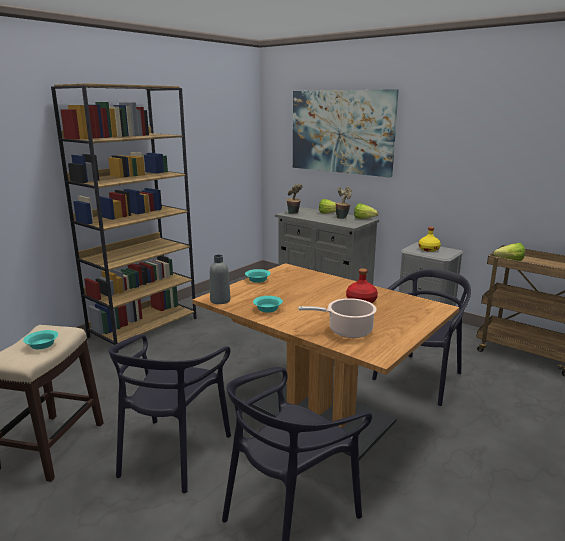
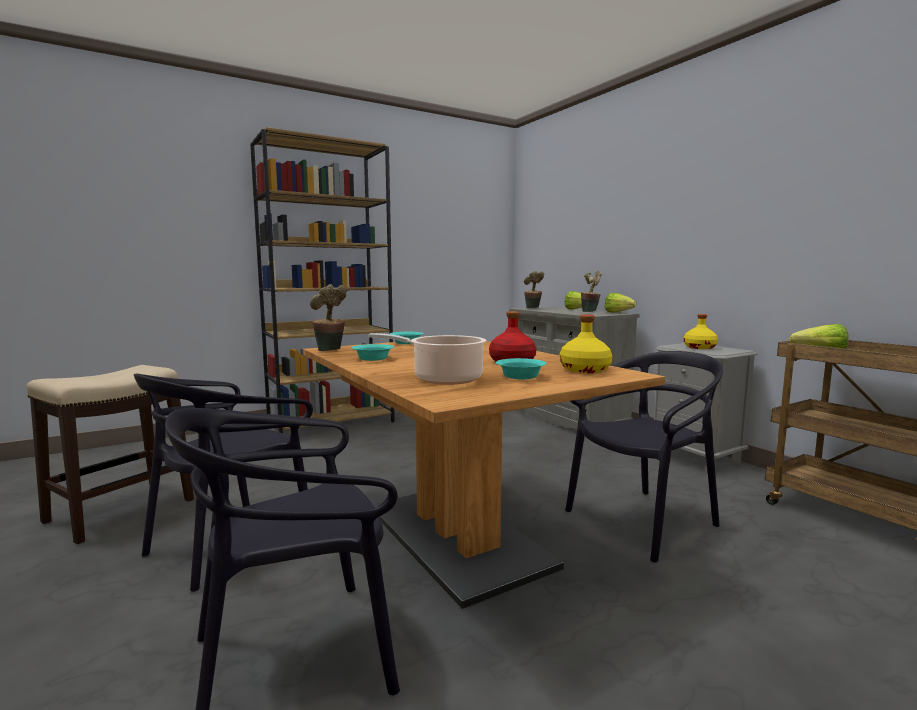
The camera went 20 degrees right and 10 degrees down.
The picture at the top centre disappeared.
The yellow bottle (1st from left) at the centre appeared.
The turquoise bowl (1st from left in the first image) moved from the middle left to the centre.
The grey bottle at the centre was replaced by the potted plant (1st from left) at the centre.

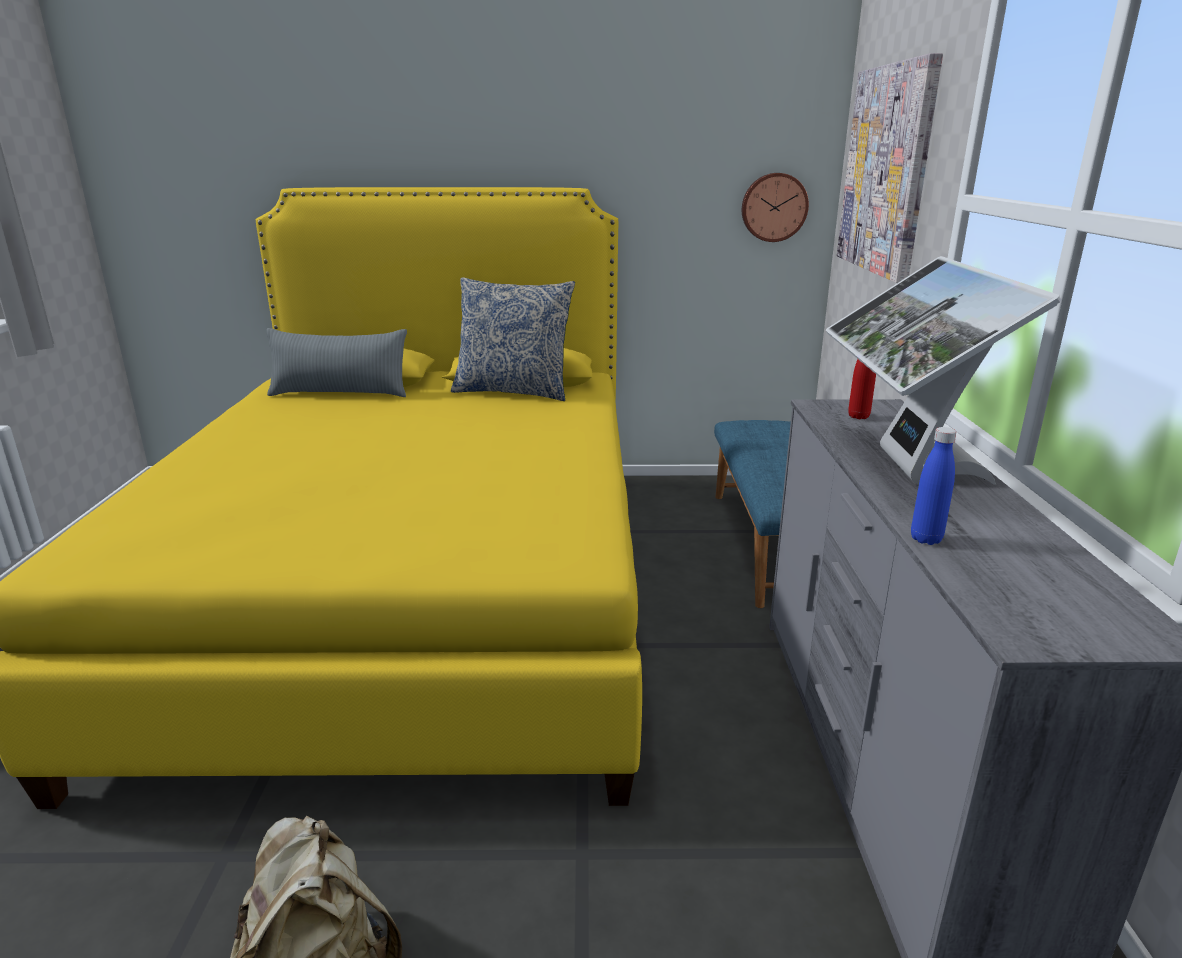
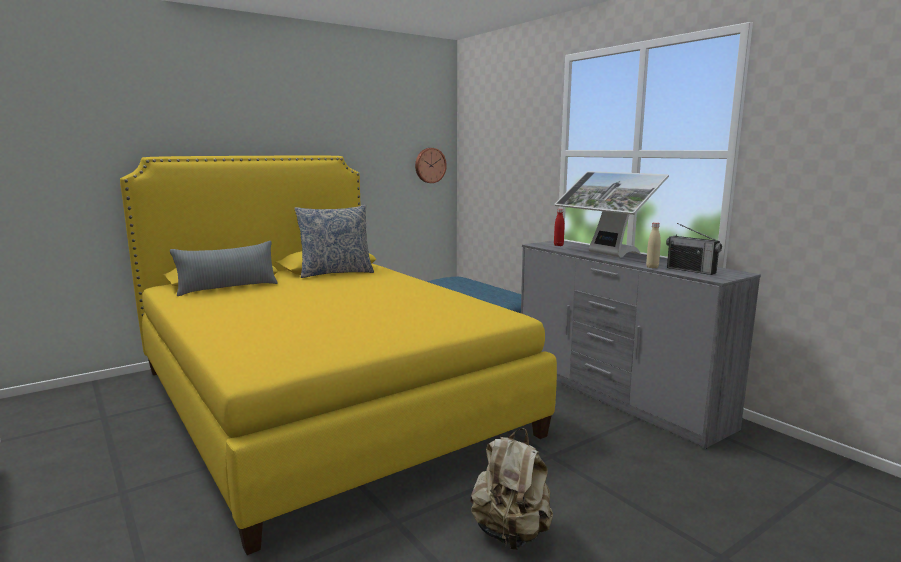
The camera went 35 degrees left and 10 degrees down.
The picture at the top right disappeared.
The radio at the middle right appeared.
The blue bottle at the middle right became the beige bottle at the middle right.

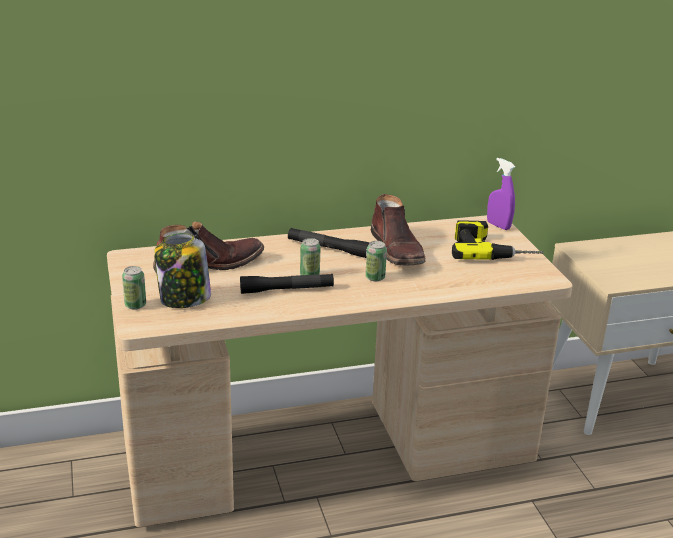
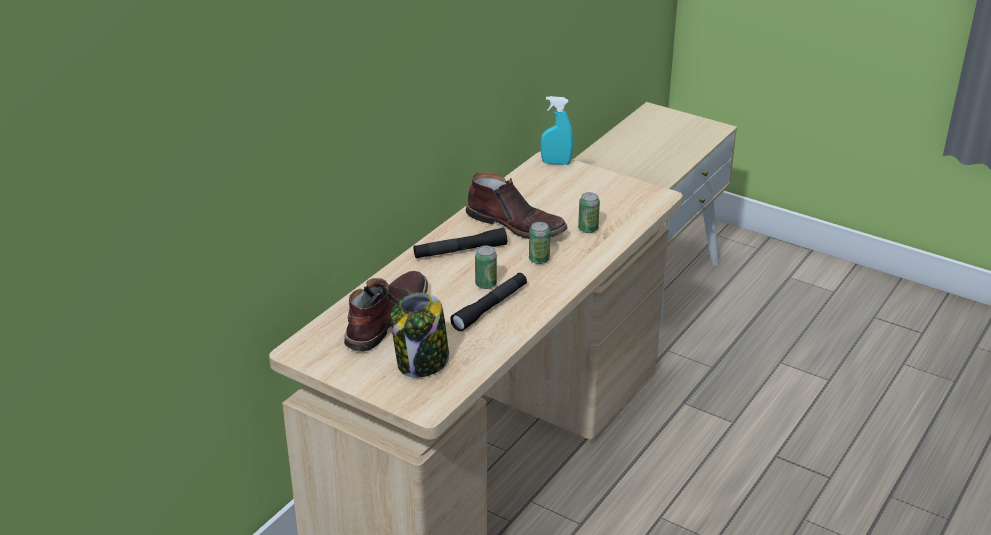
The camera went 40 degrees left and 5 degrees up.
The power drill at the middle right disappeared.
The can (1st from left in the first image) moved from the middle left to the centre.
The purple spray bottle at the middle right became the turquoise spray bottle at the top centre.

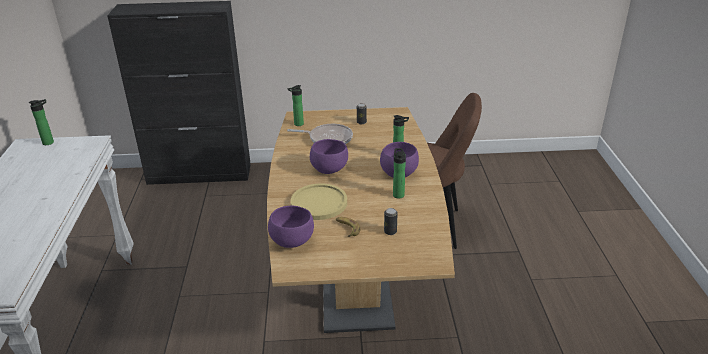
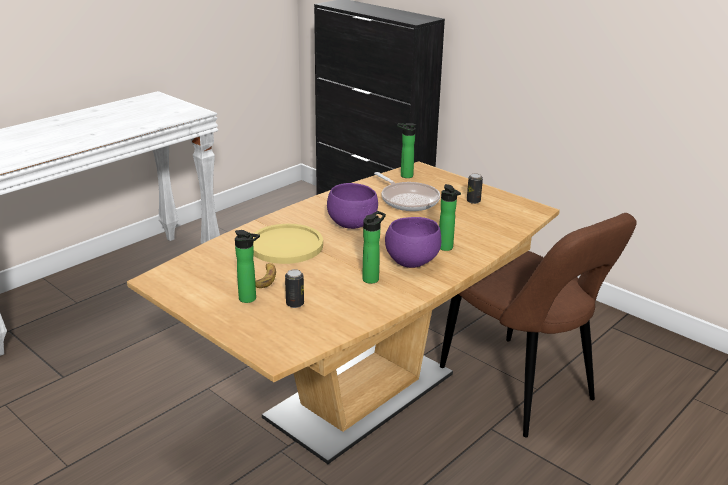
The camera went 45 degrees right and 5 degrees down.
The purple bowl (1st from left) at the centre disappeared.
The bottle (1st from left) moved from the middle left to the centre.

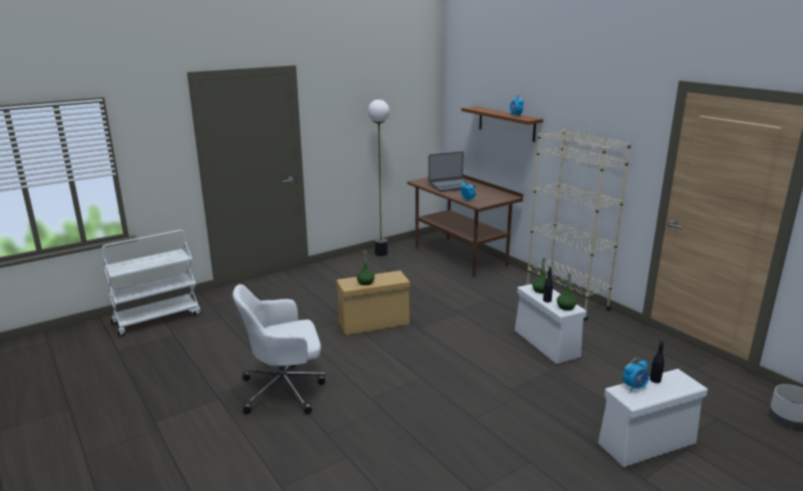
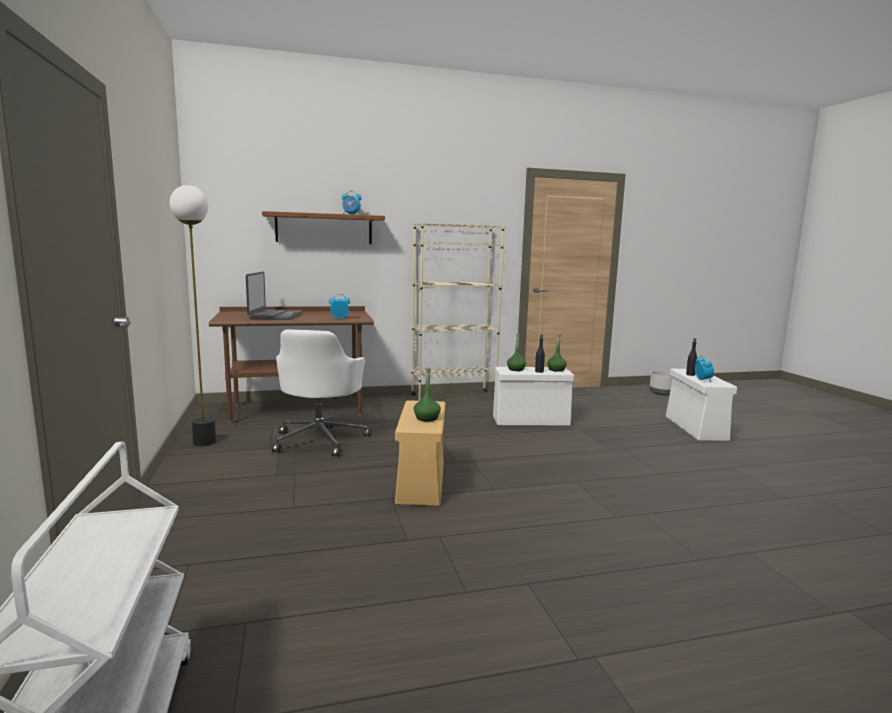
The camera went 70 degrees left and 10 degrees down.
The white office chair moved from the bottom centre to the centre.

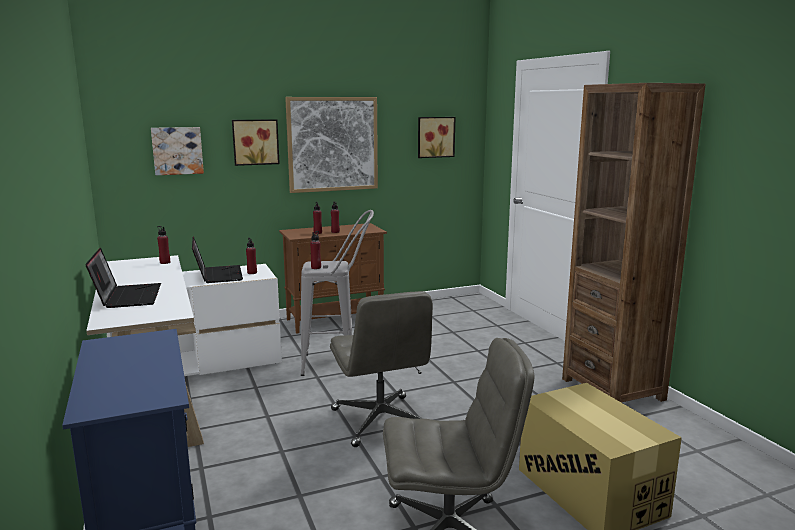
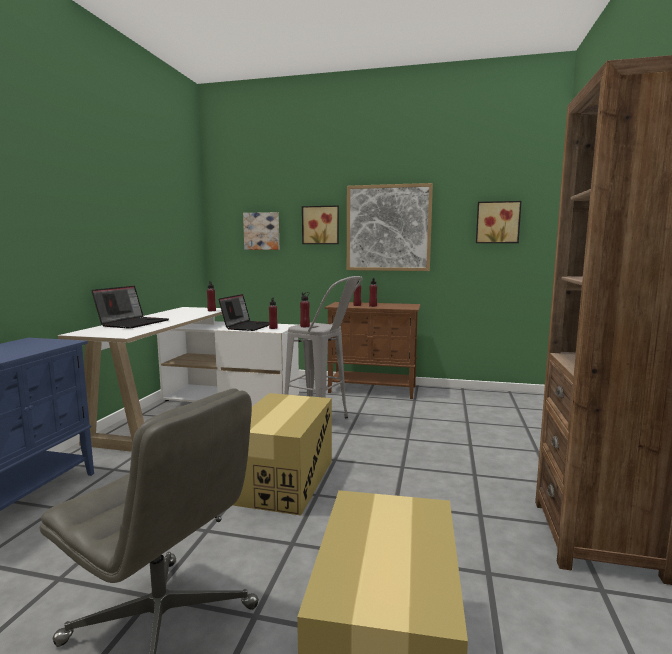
The camera went 35 degrees right and 5 degrees down.
The grey office chair (1st from left) at the bottom centre was replaced by the cardboard box (1st from left) at the bottom centre.

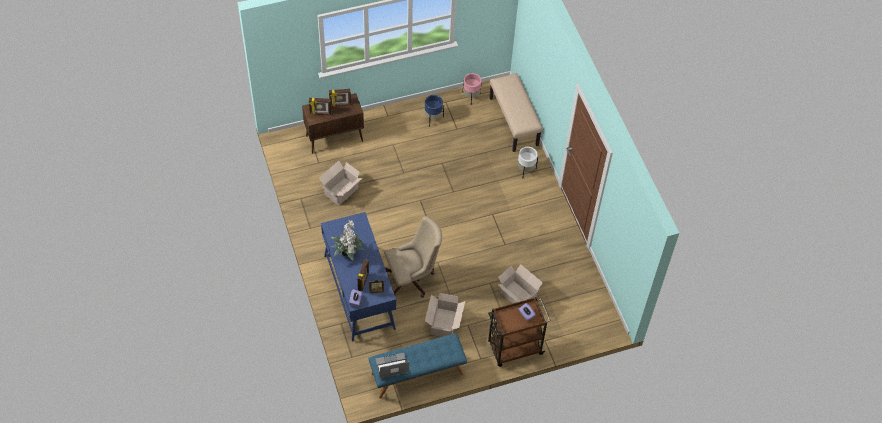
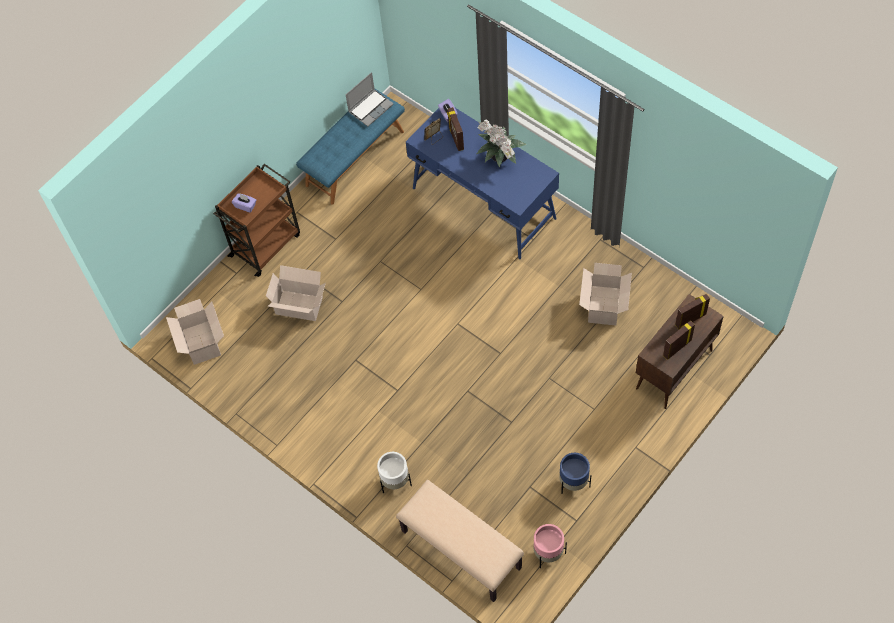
The camera went 155 degrees right and 5 degrees up.
The beige office chair at the centre disappeared.
The cardboard box (2nd from left in the first image) moved from the bottom centre to the middle left.

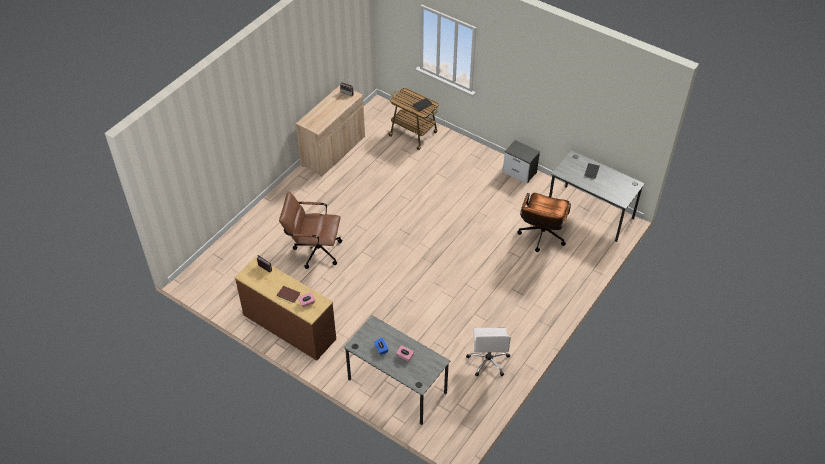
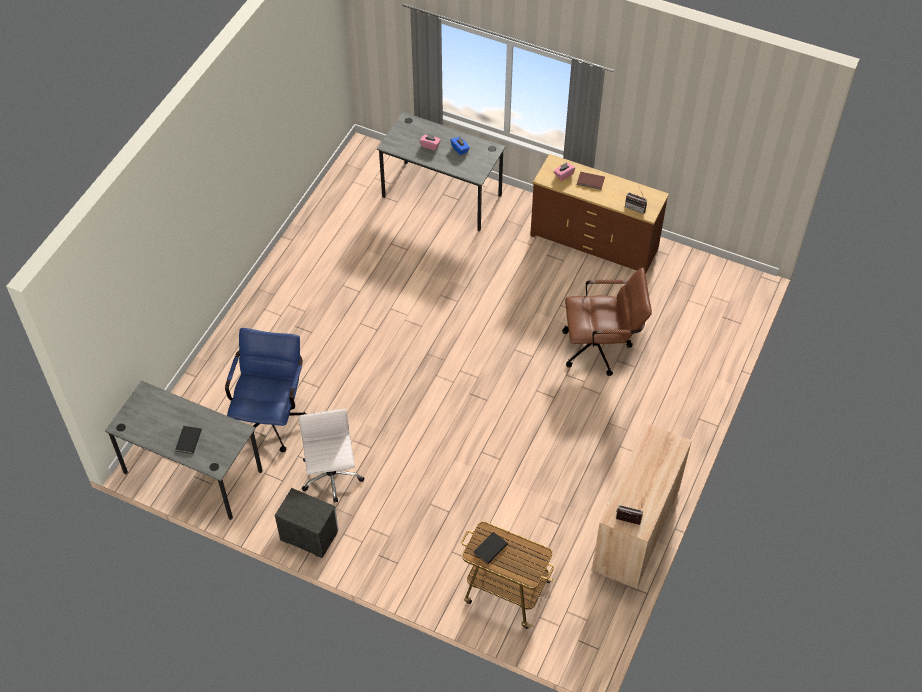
The camera went 170 degrees right and 5 degrees up.
The white office chair moved from the bottom centre to the centre.
The brown office chair (2nd from left) at the centre became the blue office chair at the middle left.

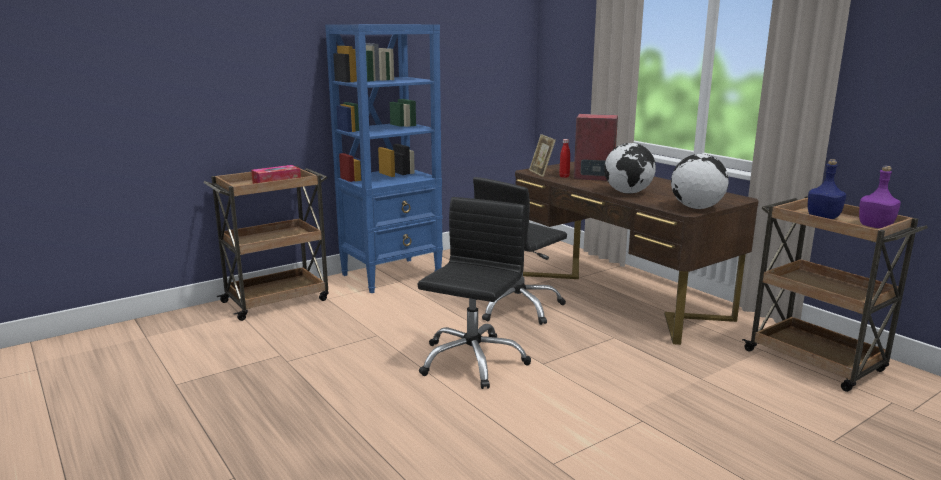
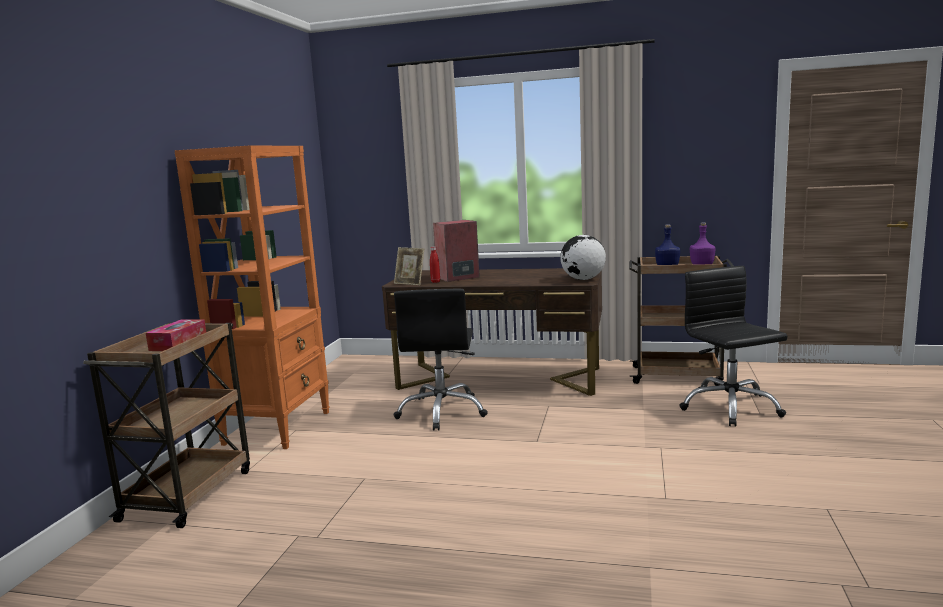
The camera went 40 degrees left and 5 degrees down.
The globe (1st from left) at the middle right disappeared.
The black office chair (1st from left in the first image) moved from the centre to the middle right.
The blue bookcase at the top centre became the orange bookcase at the middle left.

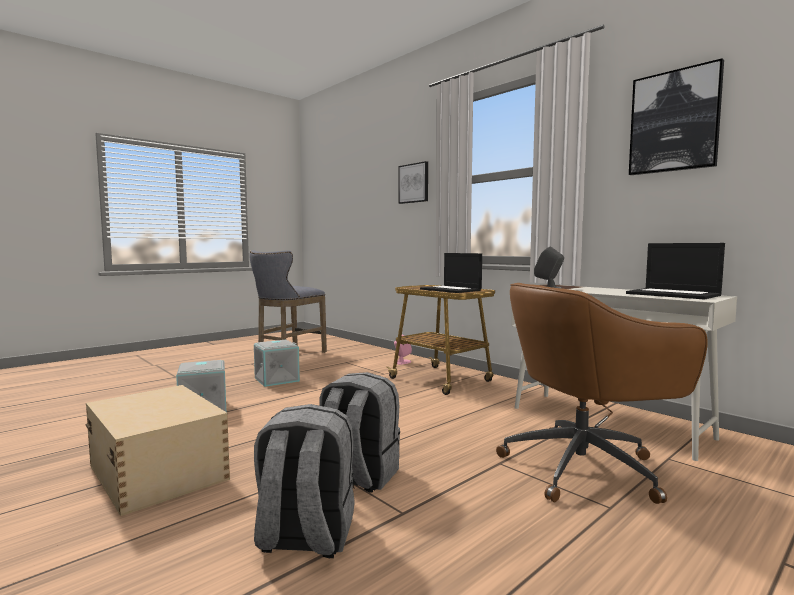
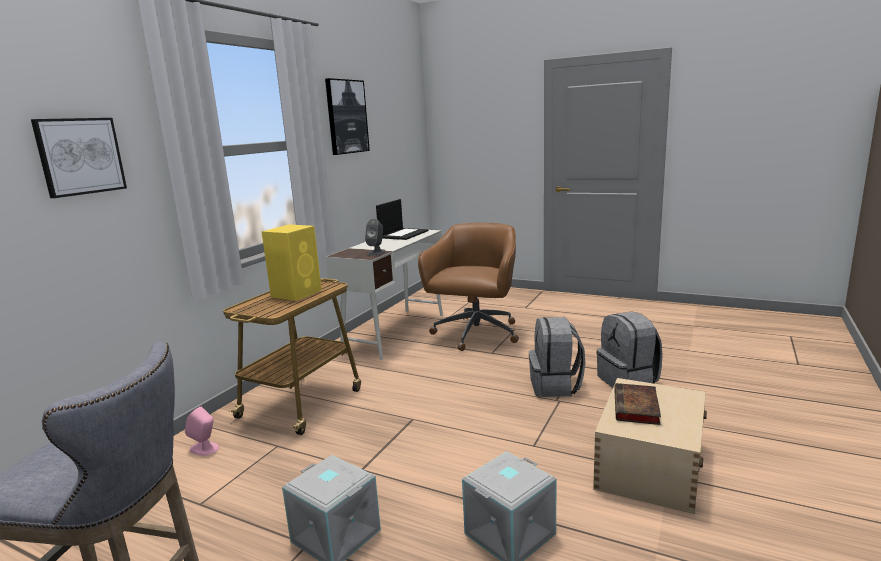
The camera went 110 degrees left and 10 degrees up.
The book at the bottom right appeared.
The laptop (1st from left) at the centre was replaced by the yellow speaker at the middle left.
The brown office chair at the middle right turned 120 degrees counterclockwise.

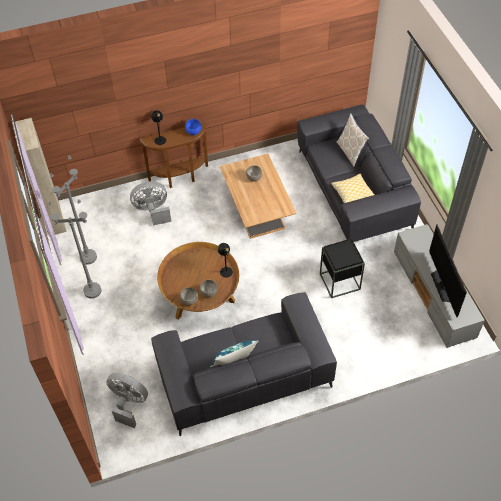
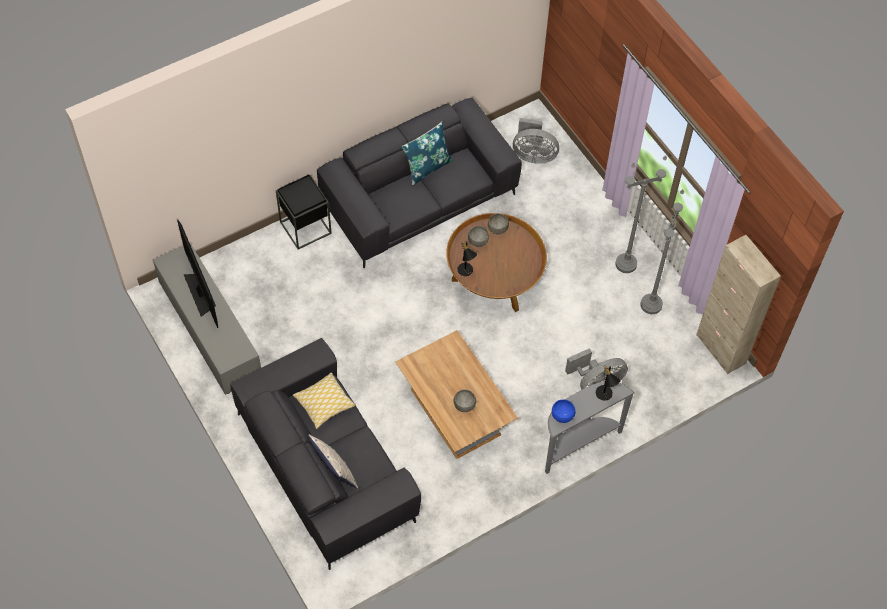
The camera went 165 degrees right and 5 degrees up.
The black side table moved from the middle right to the centre.
The brown console table at the top centre became the grey console table at the bottom centre.

